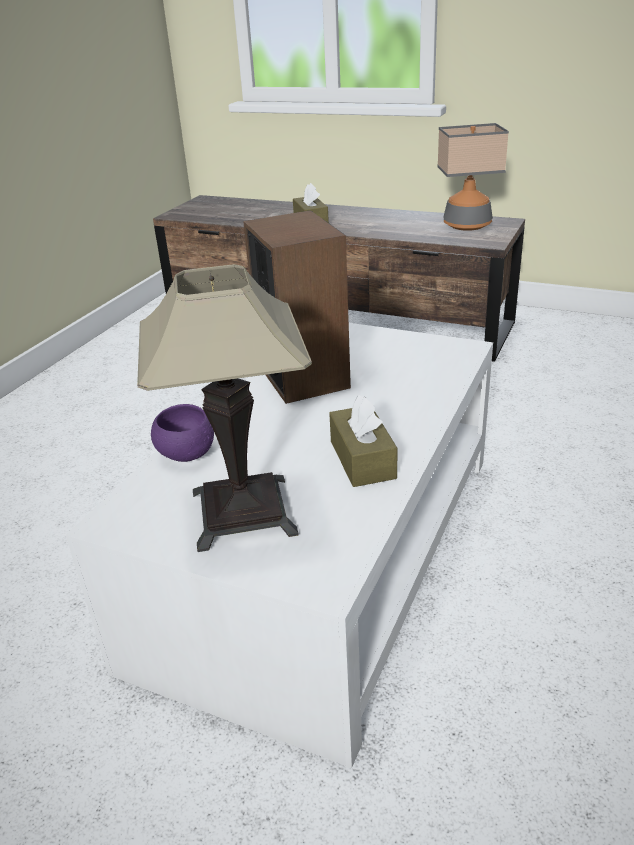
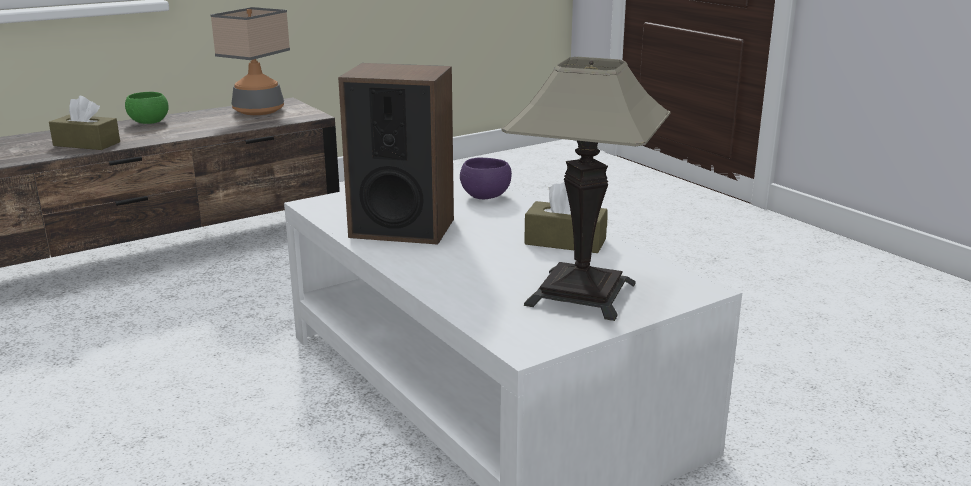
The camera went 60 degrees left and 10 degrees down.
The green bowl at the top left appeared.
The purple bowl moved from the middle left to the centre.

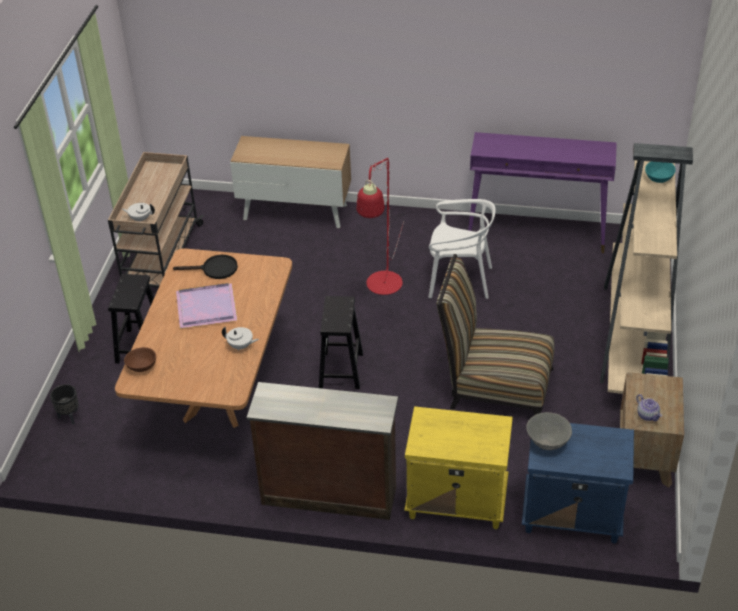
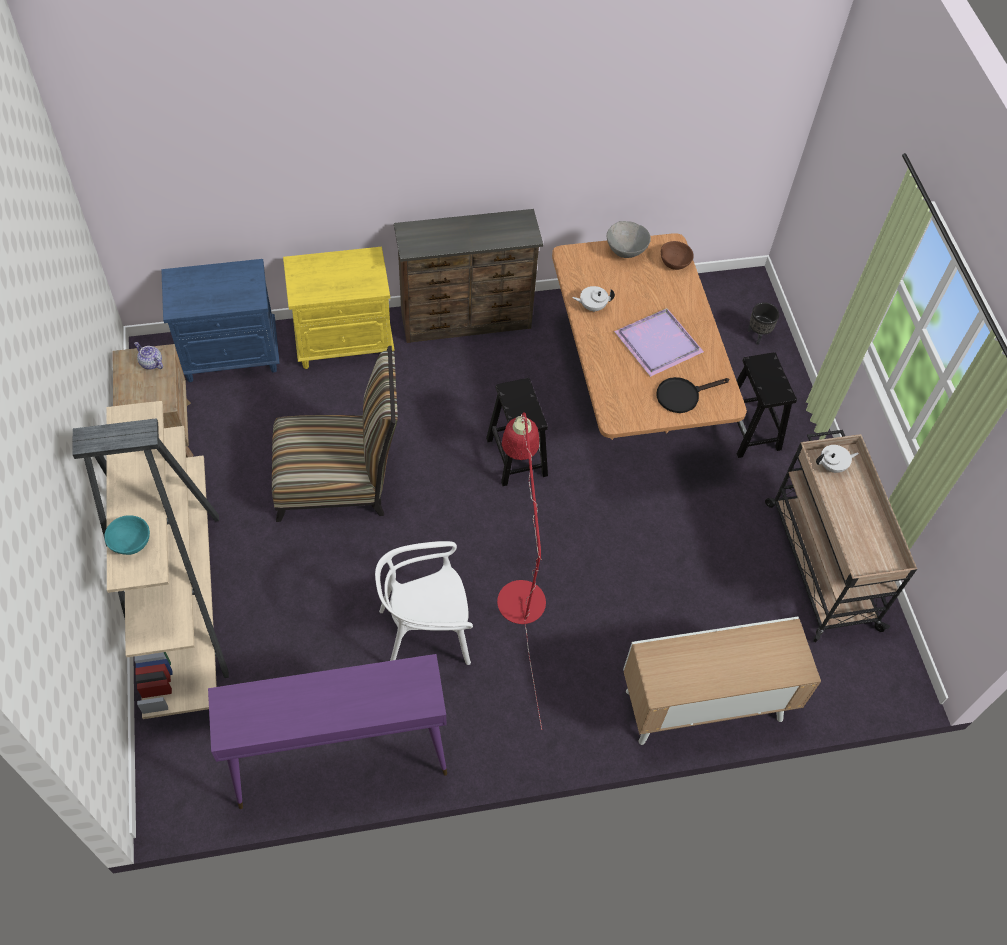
The camera went 155 degrees right and 15 degrees up.
The grey bowl moved from the bottom right to the top centre.

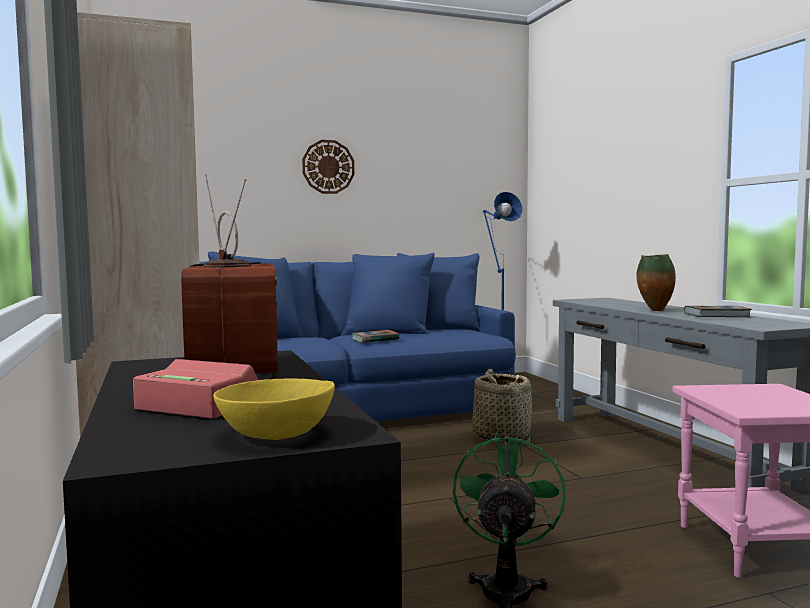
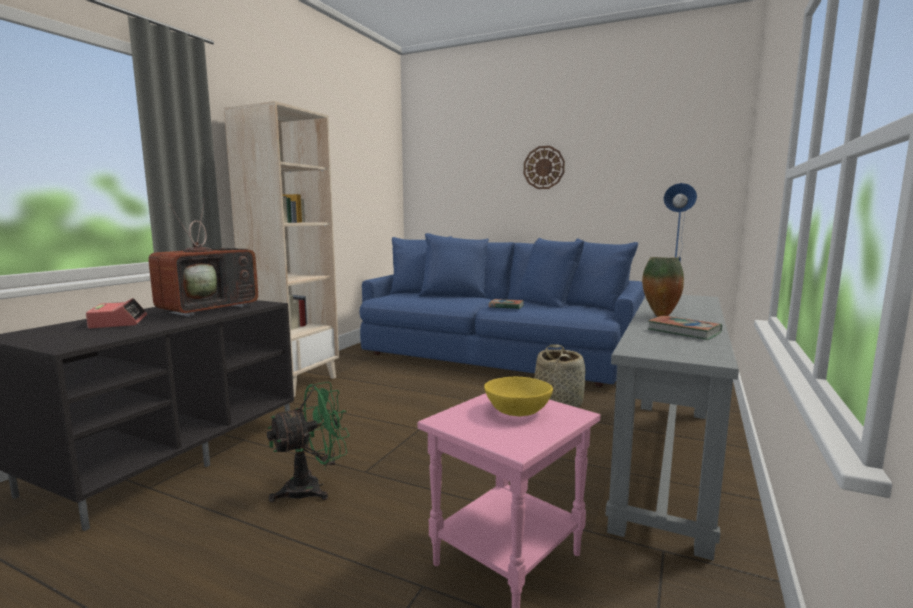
The camera went 45 degrees right and 5 degrees up.
The yellow bowl moved from the bottom centre to the centre.

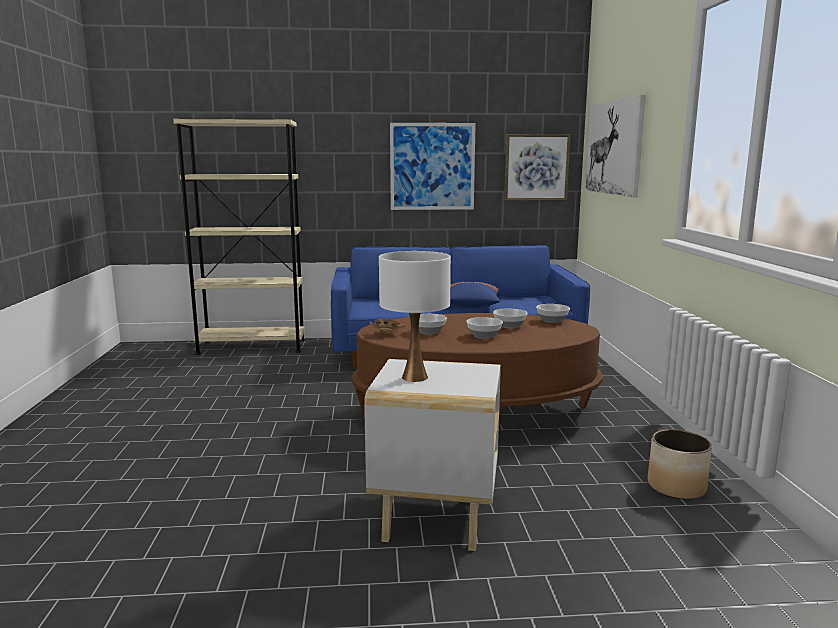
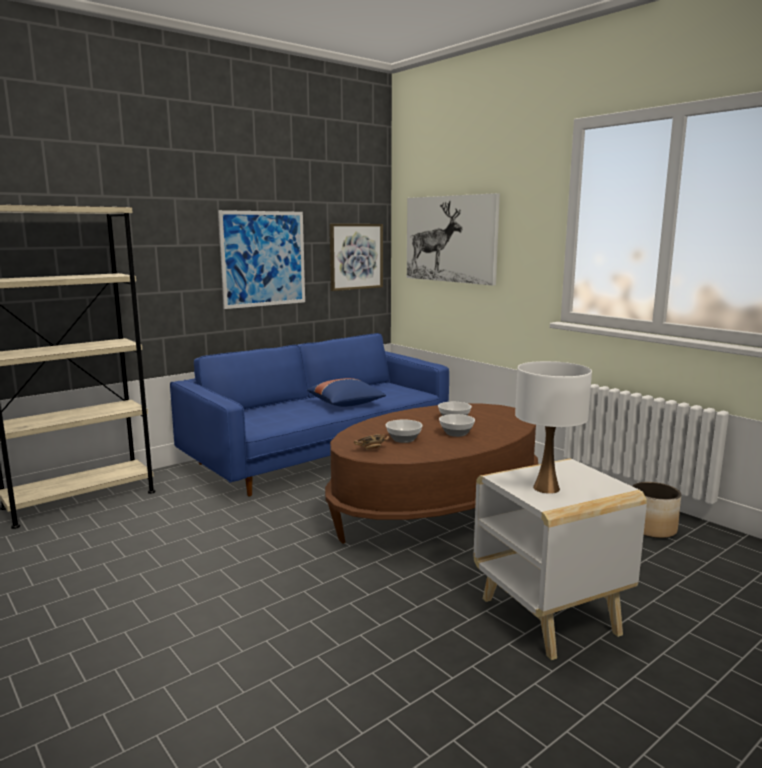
The camera went 35 degrees left and 0 degrees up.
The bowl (5th from left) at the centre disappeared.

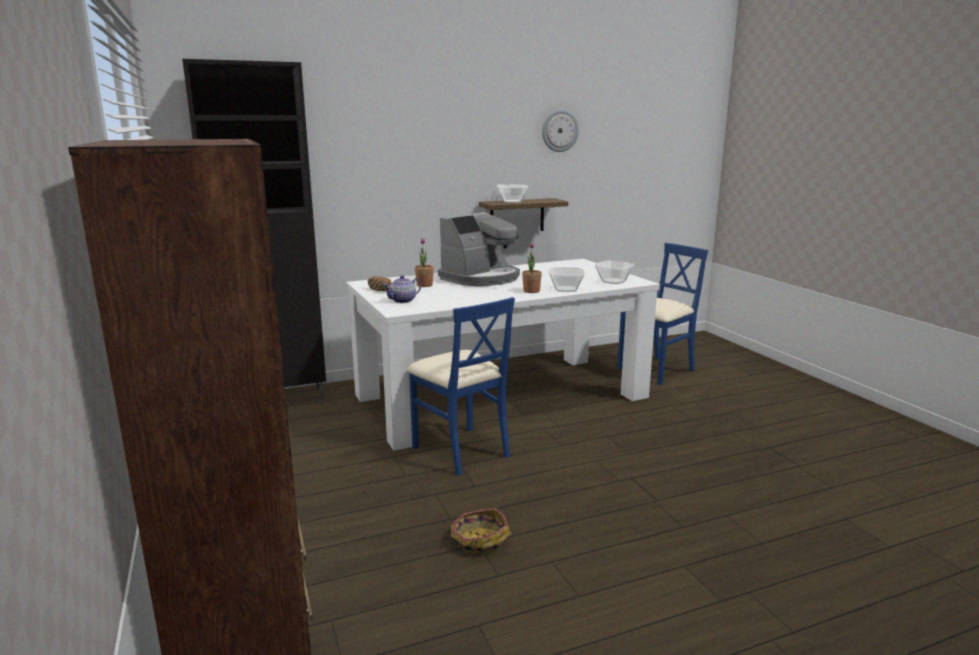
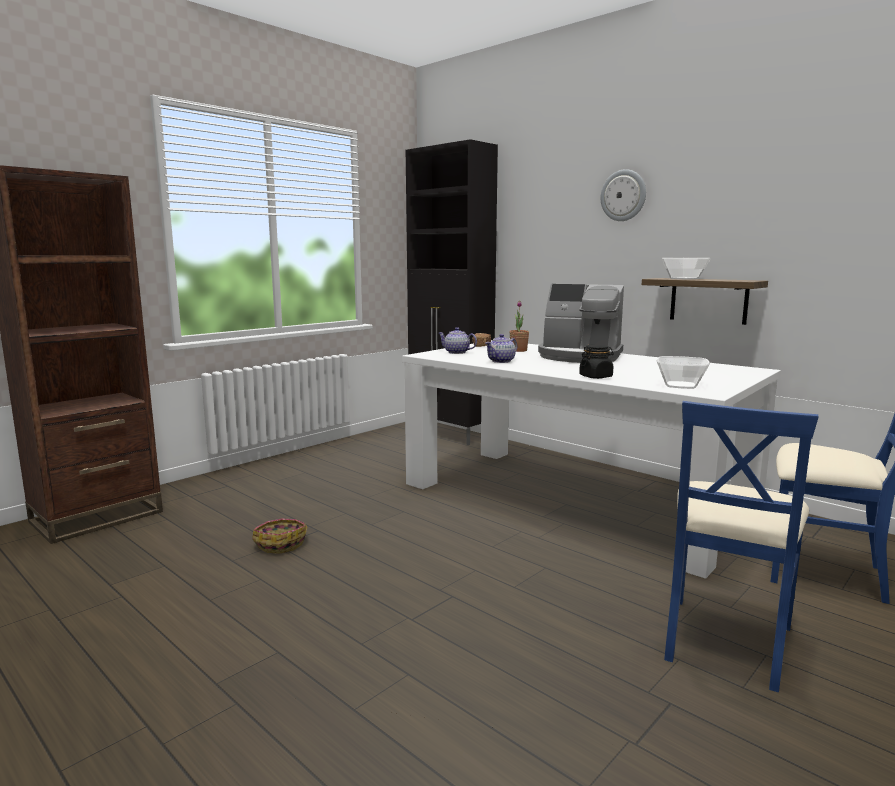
The camera went 65 degrees right and 5 degrees down.
The potted plant (2nd from left) at the centre disappeared.
The teapot (2nd from left) at the centre appeared.
The blue chair (1st from left) moved from the centre to the bottom right.
The wall clock moved from the top centre to the top right.
The bowl (2nd from left) at the centre was replaced by the black jar at the centre.

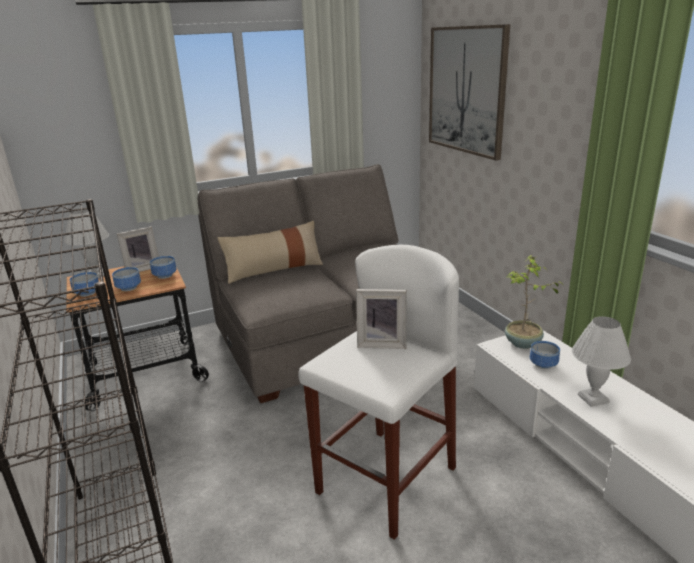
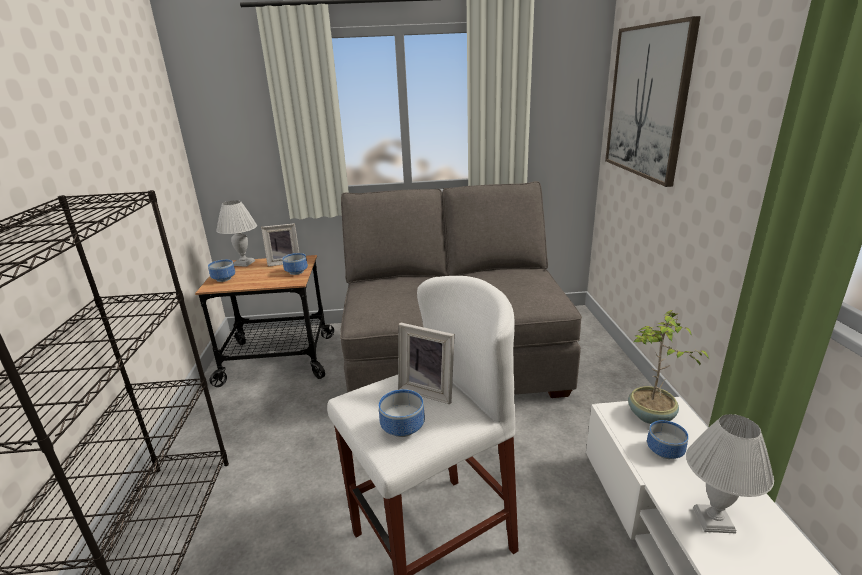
The camera went 20 degrees right and 0 degrees up.
The beige pillow at the centre disappeared.
The bowl (2nd from left in the first image) moved from the middle left to the bottom centre.

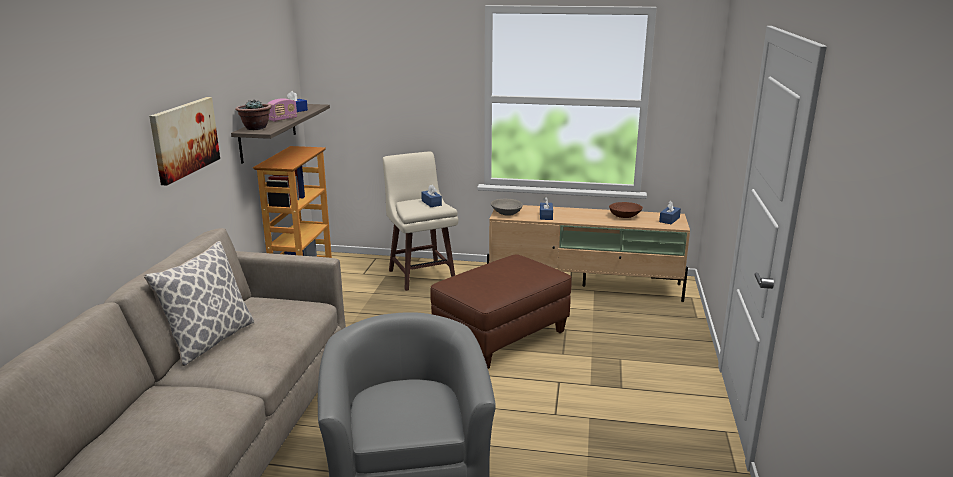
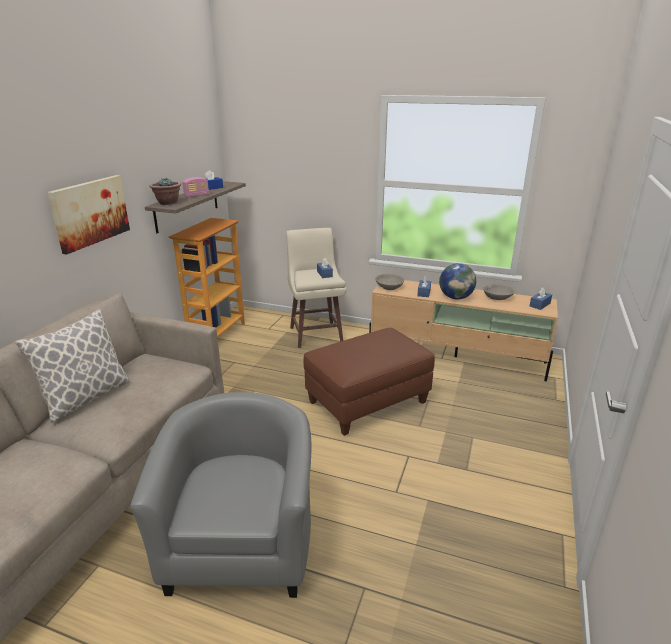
The camera went 10 degrees right and 5 degrees up.
The globe at the middle right appeared.
The brown bowl at the centre became the grey bowl (2nd from left) at the middle right.

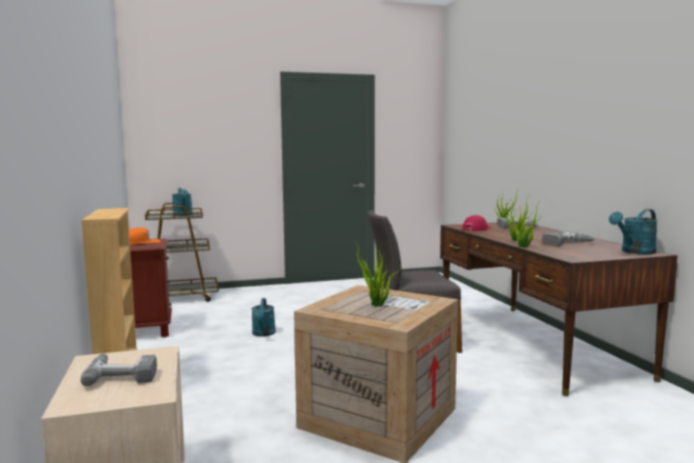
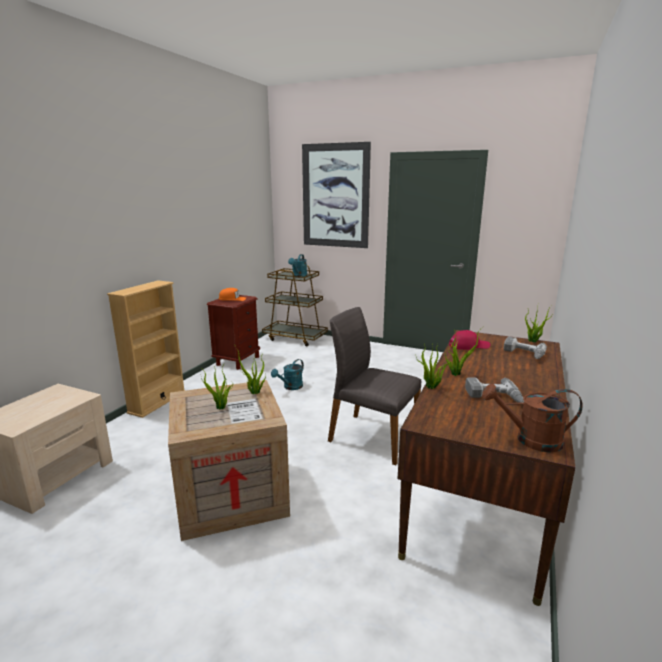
The camera went 40 degrees right and 10 degrees up.
The power drill (1st from left) at the bottom left disappeared.
The picture at the top centre appeared.
The turquoise watering can (3rd from left) at the middle right became the brown watering can at the middle right.

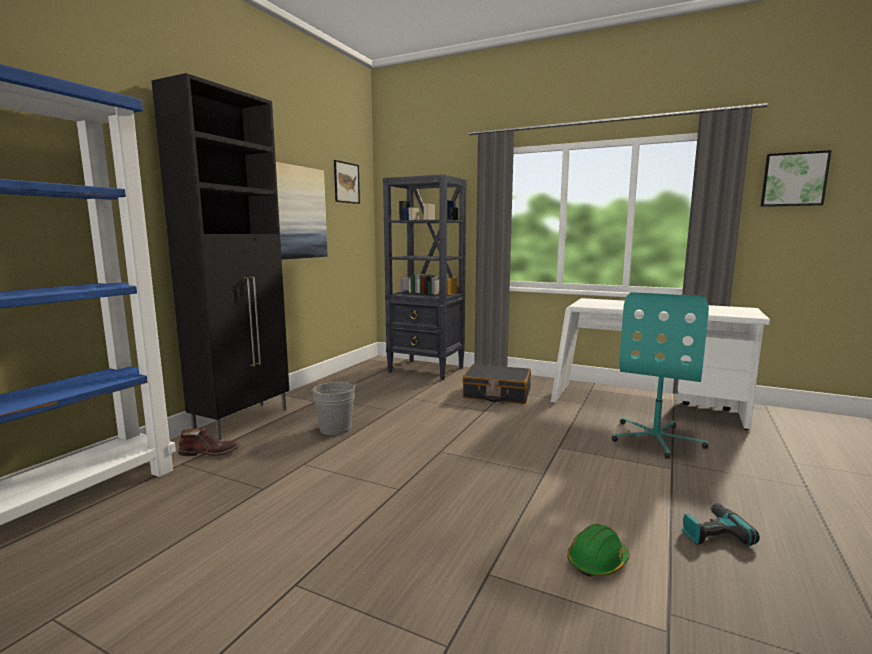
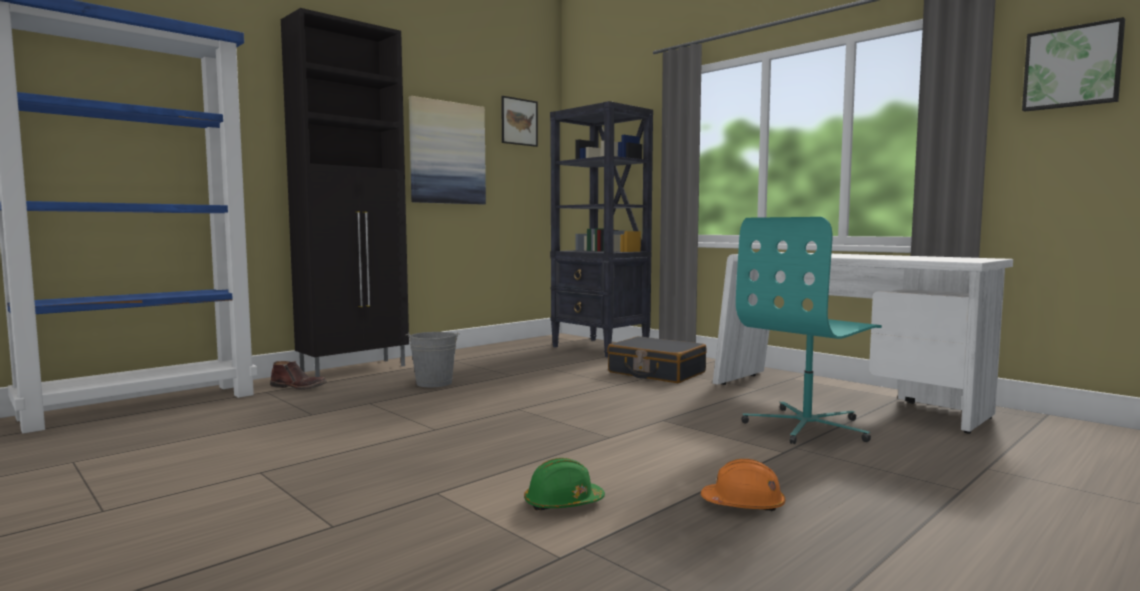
The camera went 20 degrees right and 5 degrees down.
The power drill at the bottom right was replaced by the orange hard hat at the bottom centre.

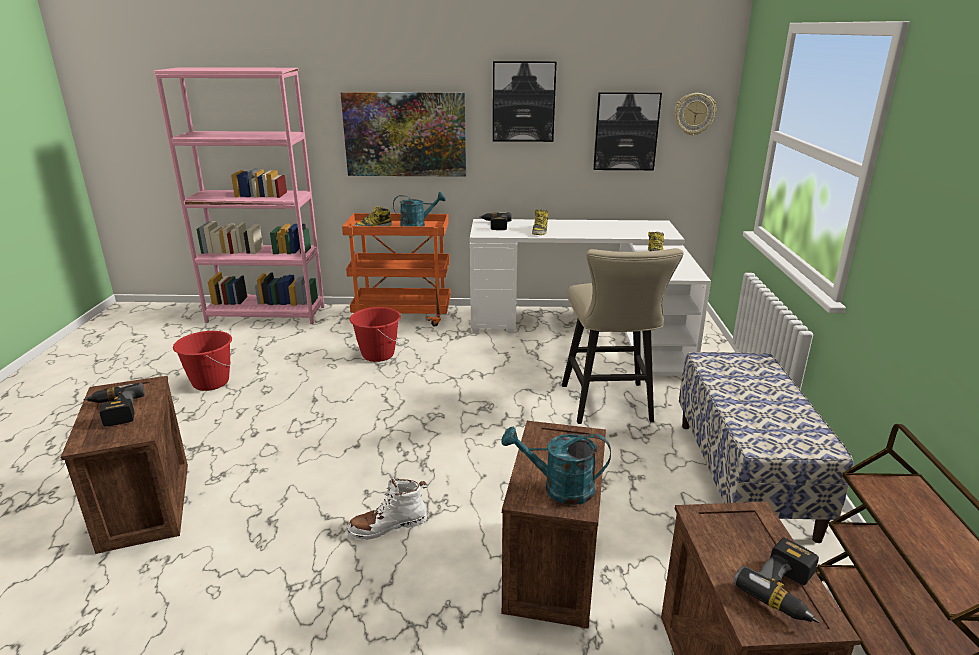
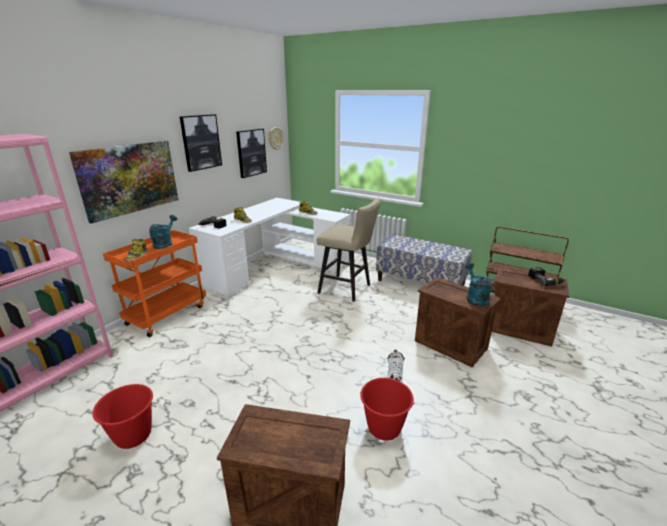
The camera went 60 degrees left and 0 degrees up.
The power drill (1st from left) at the middle left disappeared.
The red bucket (2nd from left) moved from the centre to the bottom centre.
The turquoise watering can (2nd from left) at the bottom centre turned 135 degrees clockwise.

